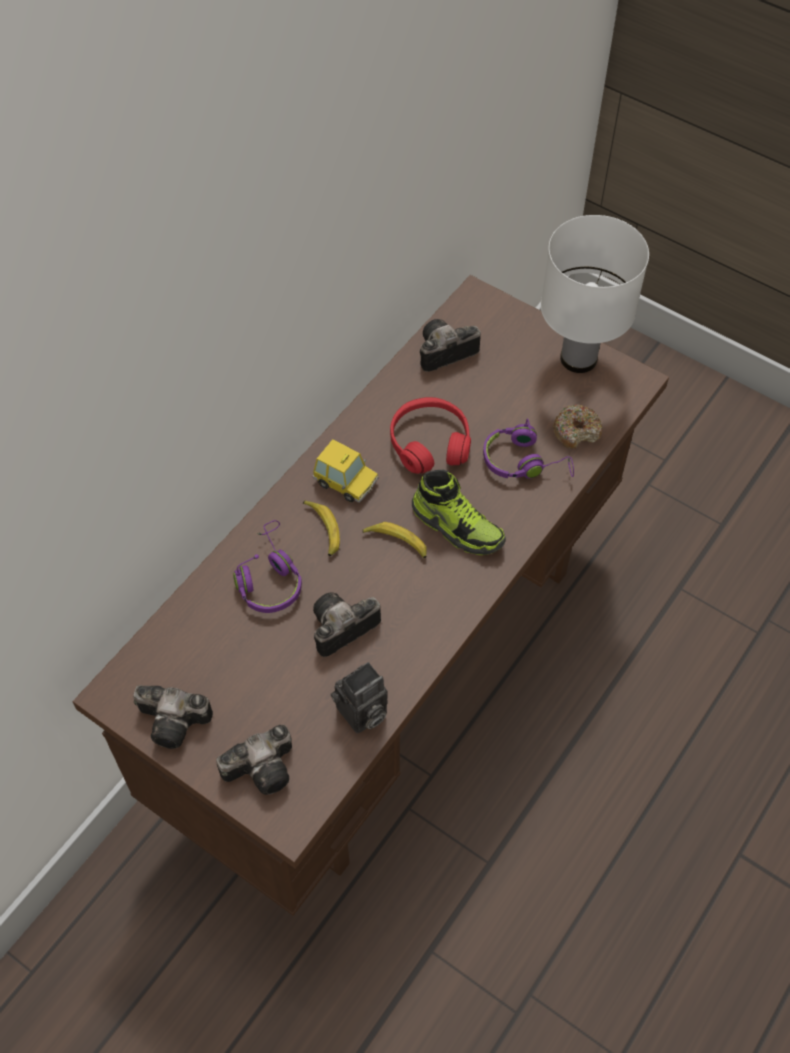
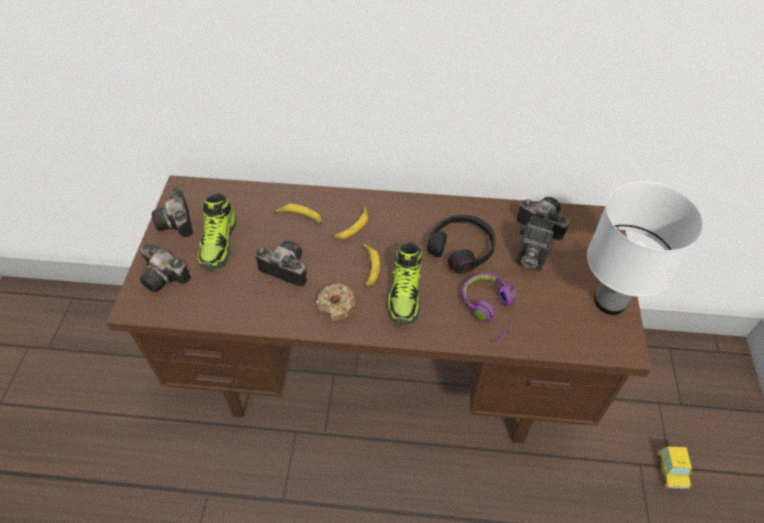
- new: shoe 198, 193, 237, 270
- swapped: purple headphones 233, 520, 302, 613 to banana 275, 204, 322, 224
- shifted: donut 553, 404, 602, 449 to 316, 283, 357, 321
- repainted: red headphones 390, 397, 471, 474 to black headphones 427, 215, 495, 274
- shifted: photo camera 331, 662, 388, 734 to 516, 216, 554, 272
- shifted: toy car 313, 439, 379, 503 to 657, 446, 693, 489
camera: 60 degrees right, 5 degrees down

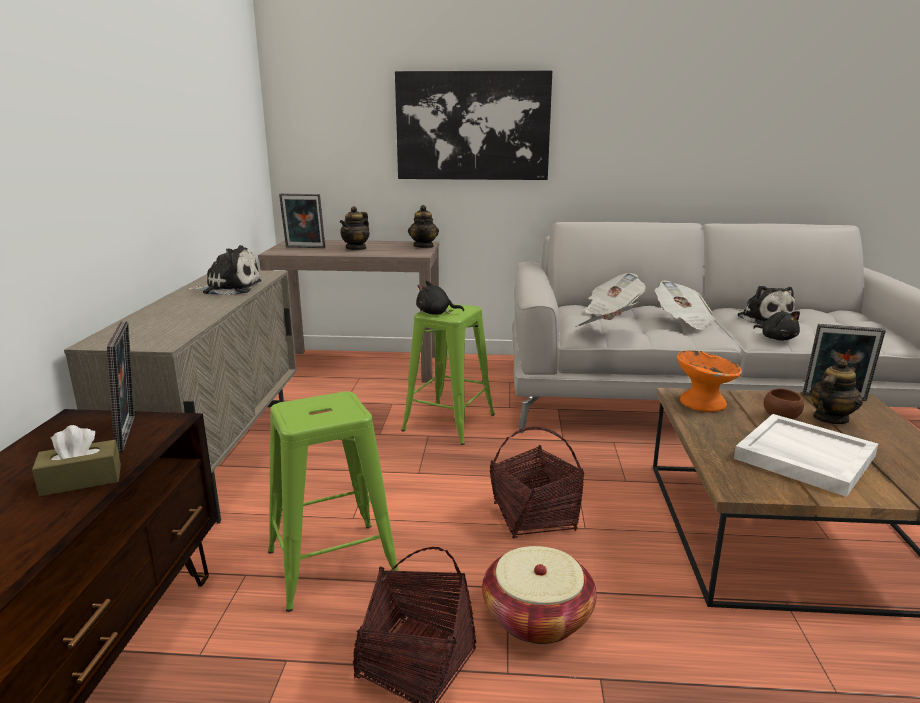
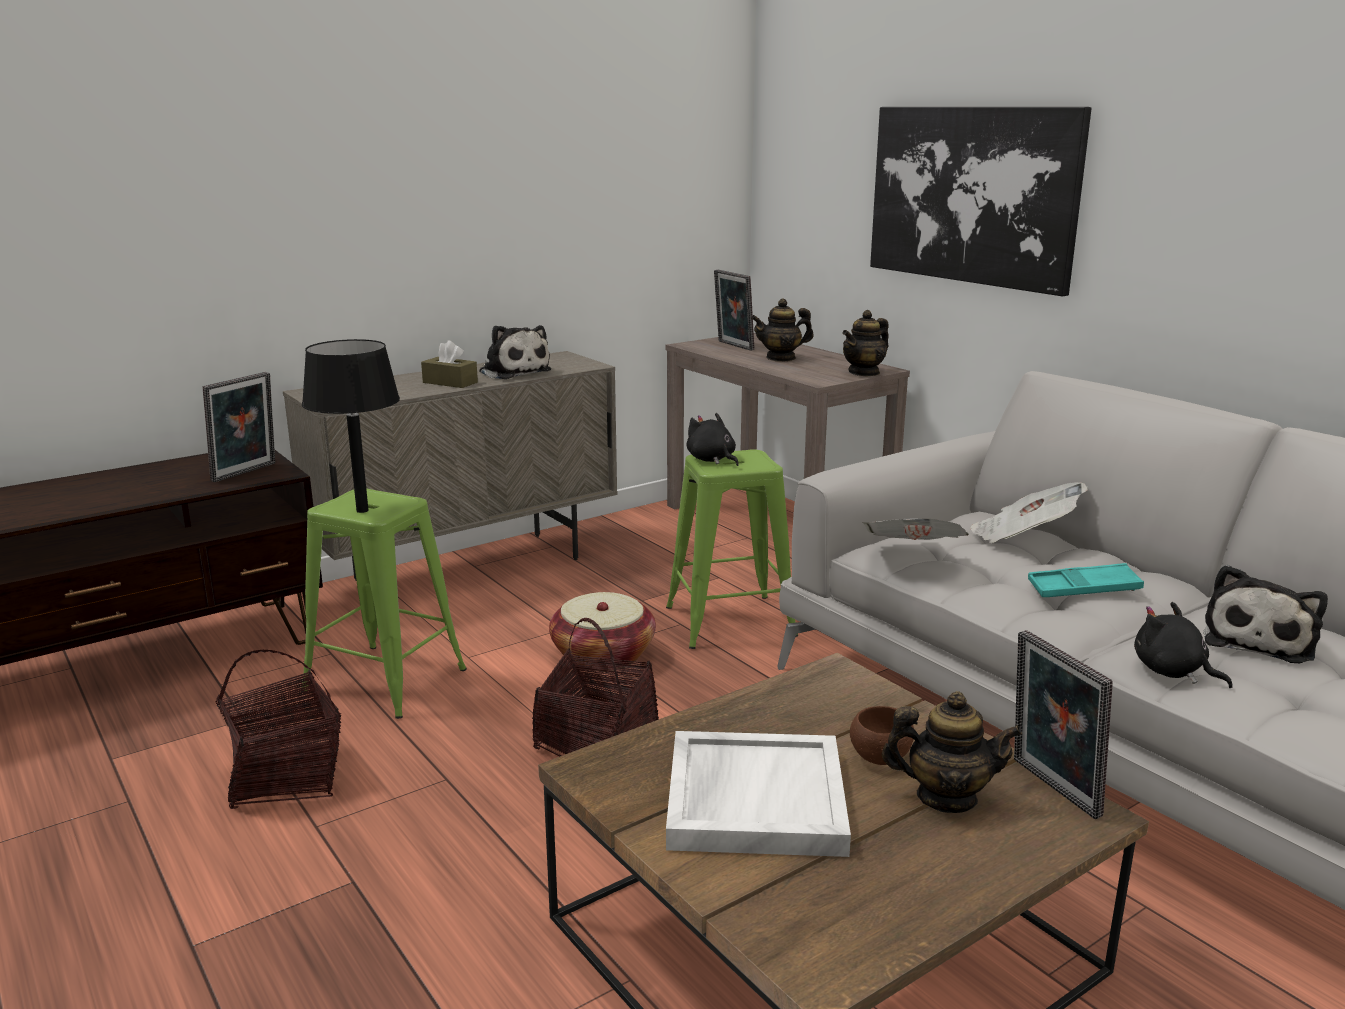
- new: black table lamp 302, 339, 400, 513
- shifted: brown tissue box 32, 425, 121, 496 to 421, 340, 478, 388
- shifted: basket 482, 546, 597, 645 to 549, 592, 656, 670
- swapped: newspaper 655, 280, 716, 330 to turquoise tray 1028, 563, 1144, 597
- rotated: black plush toy 753, 311, 800, 340 = 1134, 602, 1233, 688 120 degrees clockwise
- gone: orange bowl 677, 350, 742, 412
camera: 50 degrees right, 0 degrees up

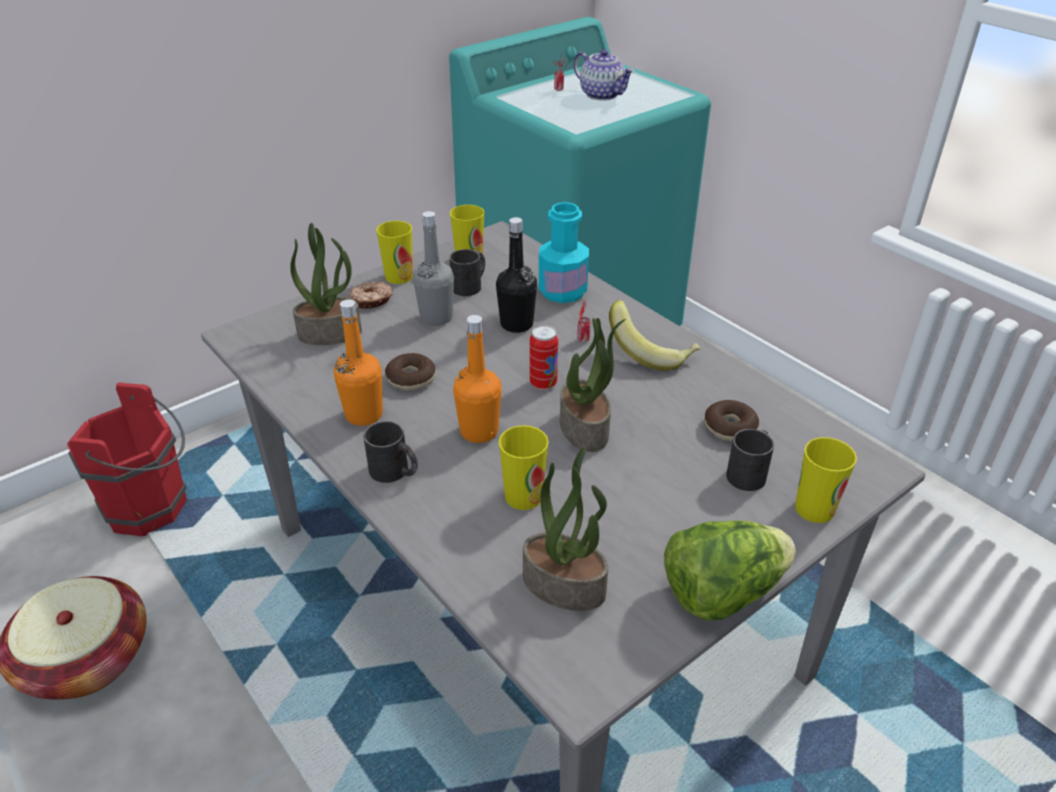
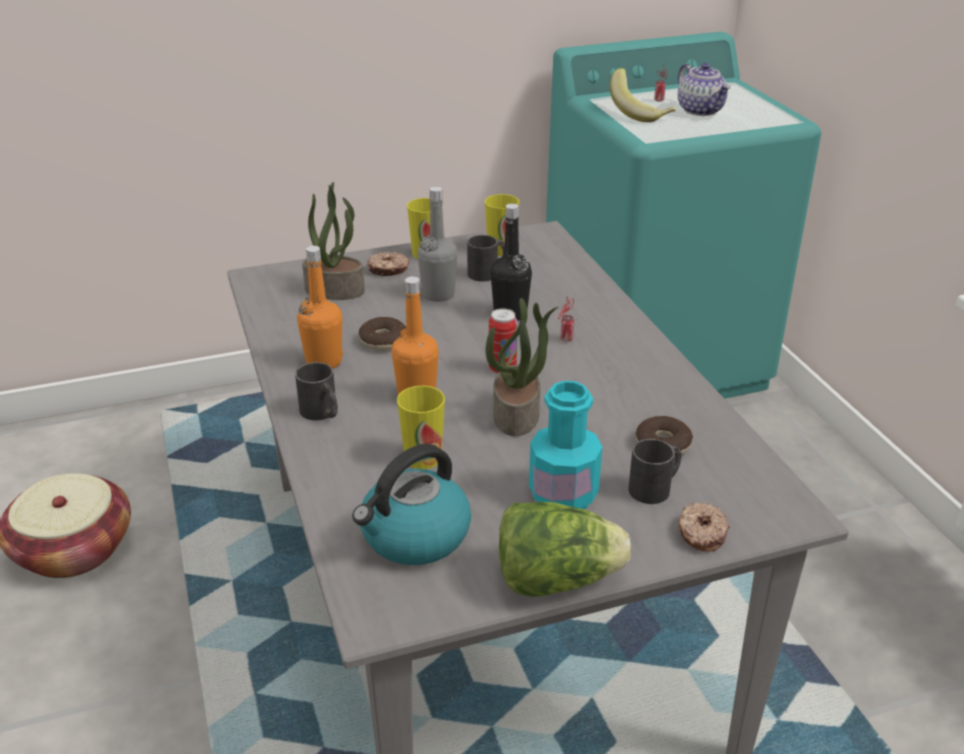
- swapped: potted plant 523, 447, 608, 611 to kettle 352, 444, 471, 565
- shifted: turquoise bottle 539, 202, 589, 303 to 529, 381, 602, 509
- shifted: banana 609, 300, 700, 371 to 610, 68, 676, 122
- swapped: cup 795, 437, 857, 523 to donut 678, 502, 730, 552
- gone: red bucket 67, 383, 187, 536
camera: 20 degrees right, 5 degrees down

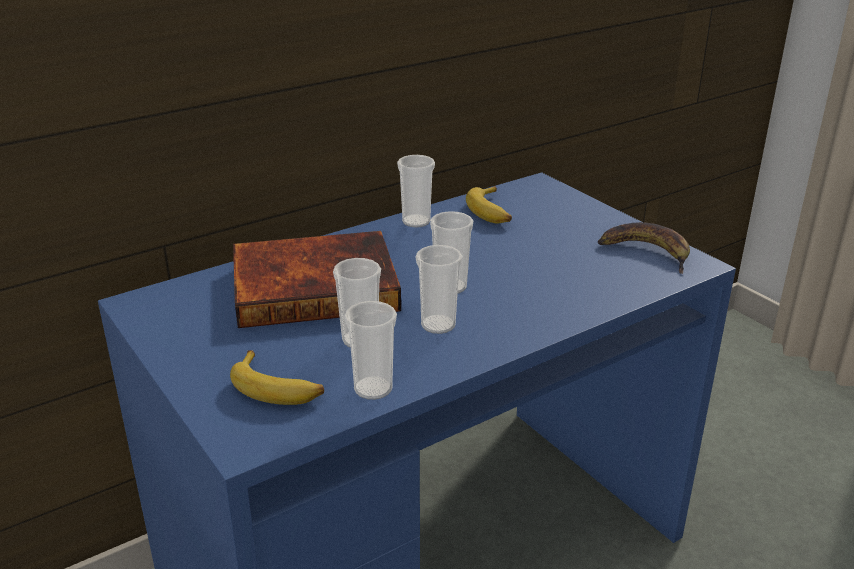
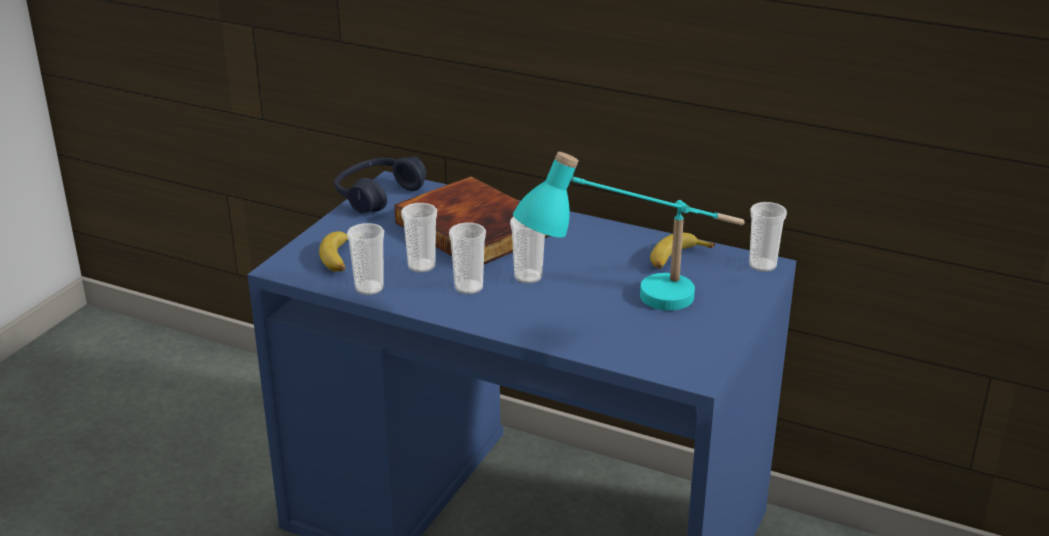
- new: blue headphones 335, 156, 426, 213
- new: turquoise table lamp 513, 152, 745, 311
- shifted: cup 397, 155, 435, 227 to 749, 202, 787, 272
- gone: banana 598, 222, 690, 274
camera: 60 degrees right, 0 degrees up

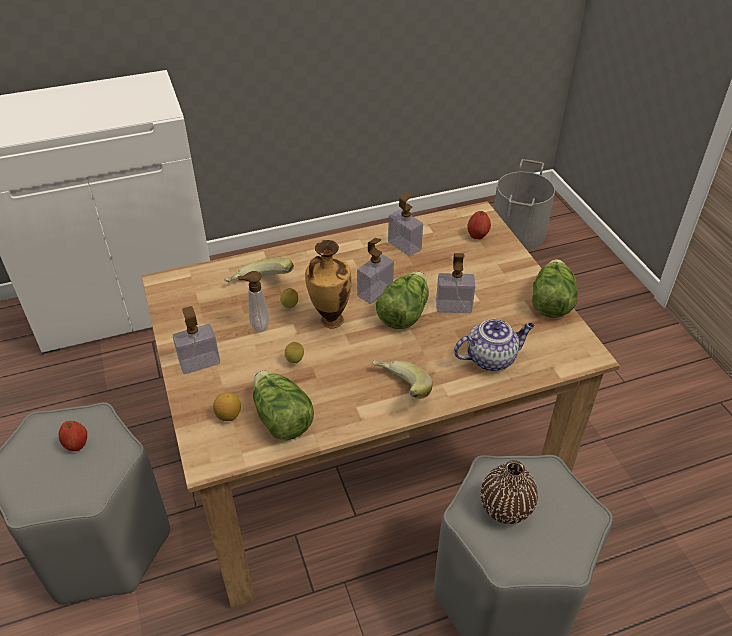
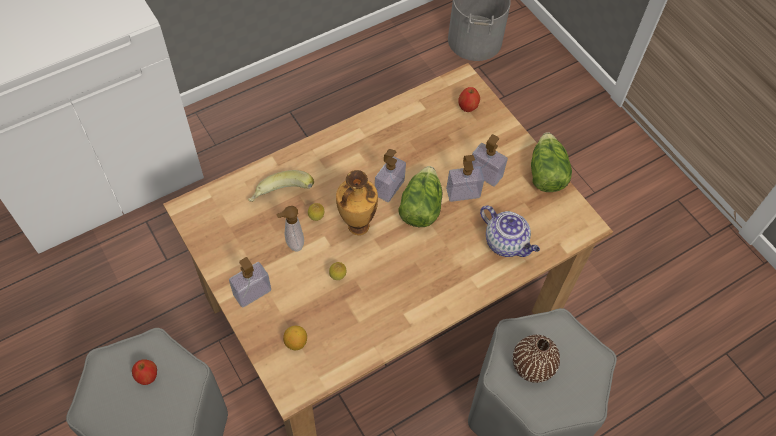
- shifted: soap dispenser 388, 192, 423, 256 to 472, 134, 508, 187
- rotated: teapot 454, 319, 534, 371 = 480, 206, 540, 257 75 degrees clockwise
- gone: lettuce 253, 370, 314, 440
- gone: banana 373, 359, 433, 399
camera: 15 degrees left, 15 degrees up

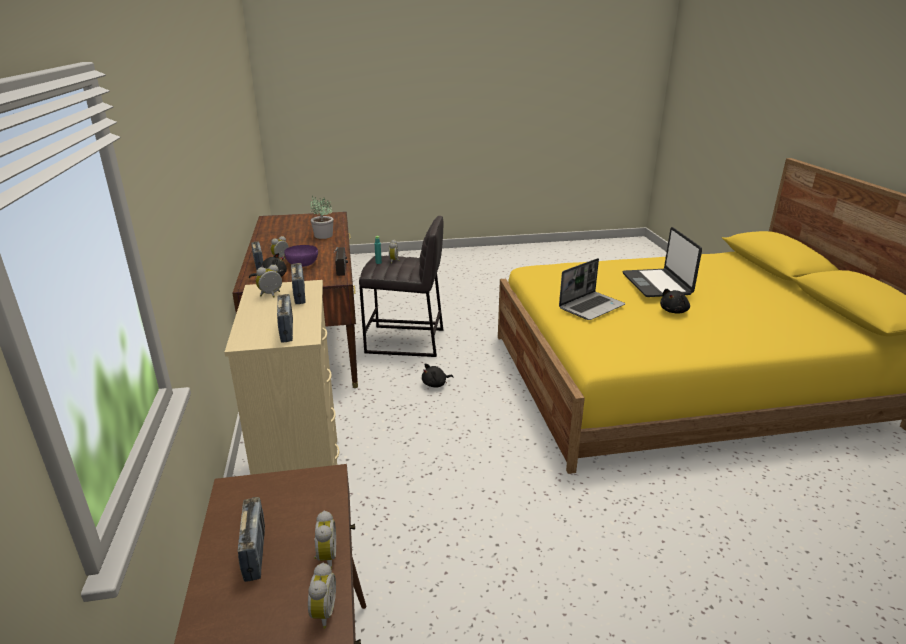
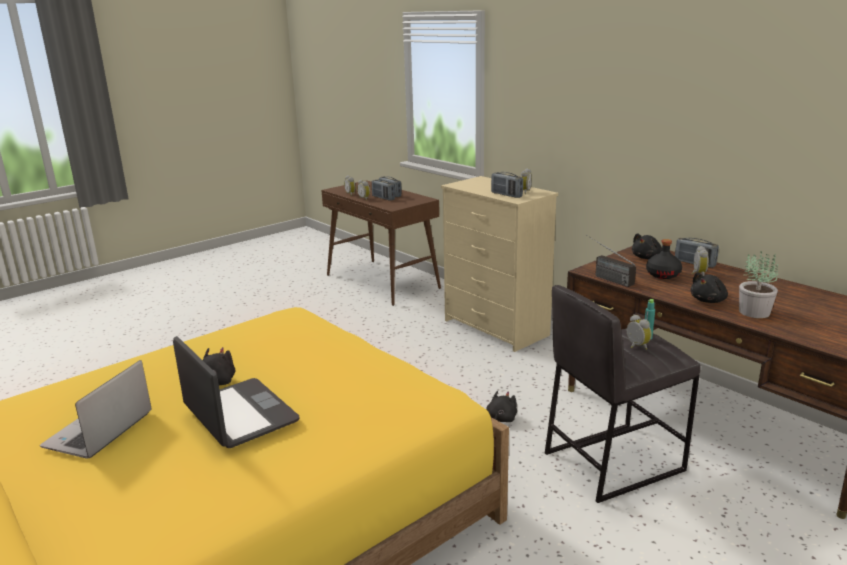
- shifted: laptop 559, 258, 625, 320 to 40, 360, 152, 458
- shifted: radio 277, 294, 293, 342 to 372, 179, 395, 201
- swapped: purple bowl 284, 245, 318, 267 to black bottle 646, 239, 682, 279
- new: black plush toy 691, 272, 728, 303
camera: 150 degrees right, 5 degrees down

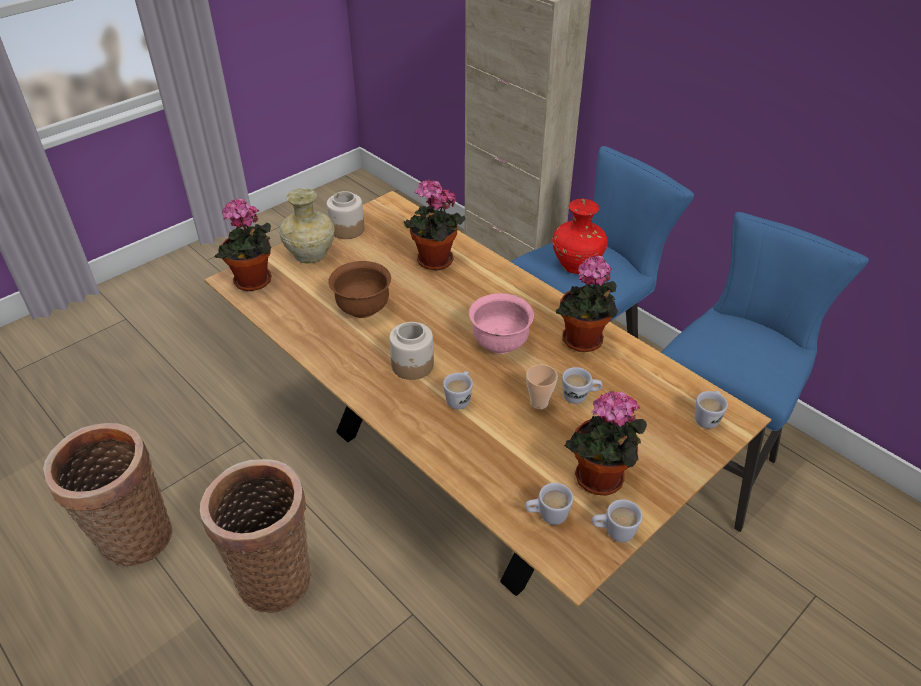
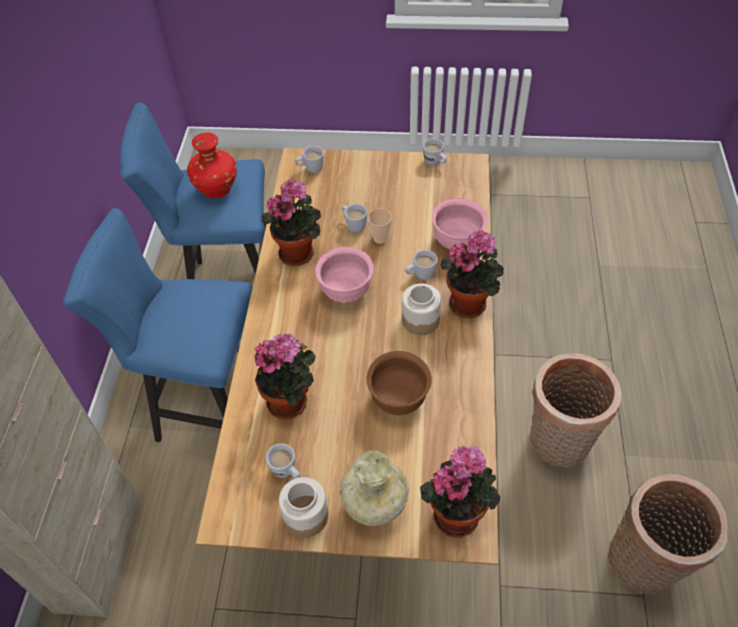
- shifted: red vase 552, 199, 608, 274 to 187, 133, 237, 198
- shifted: white mug 525, 483, 573, 525 to 266, 443, 301, 478
- new: pink bowl 432, 198, 488, 249
- shifted: potted plant 564, 391, 647, 496 to 440, 229, 504, 318
camera: 130 degrees left, 10 degrees up

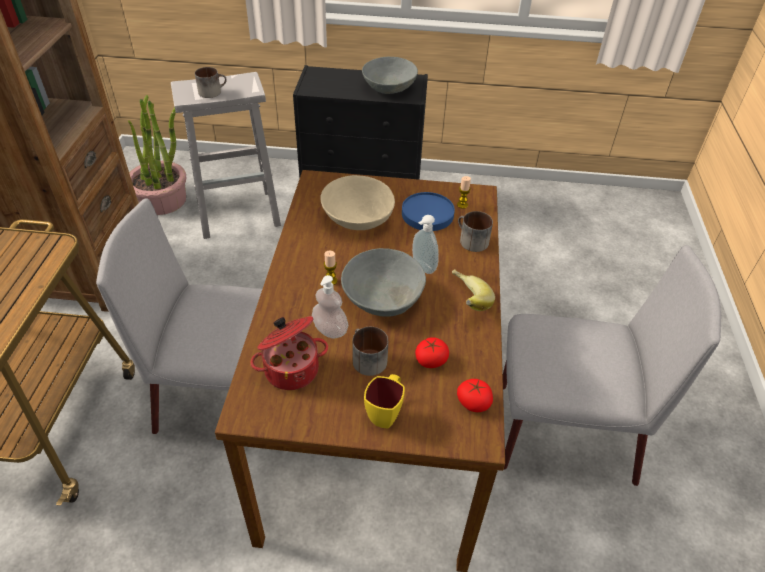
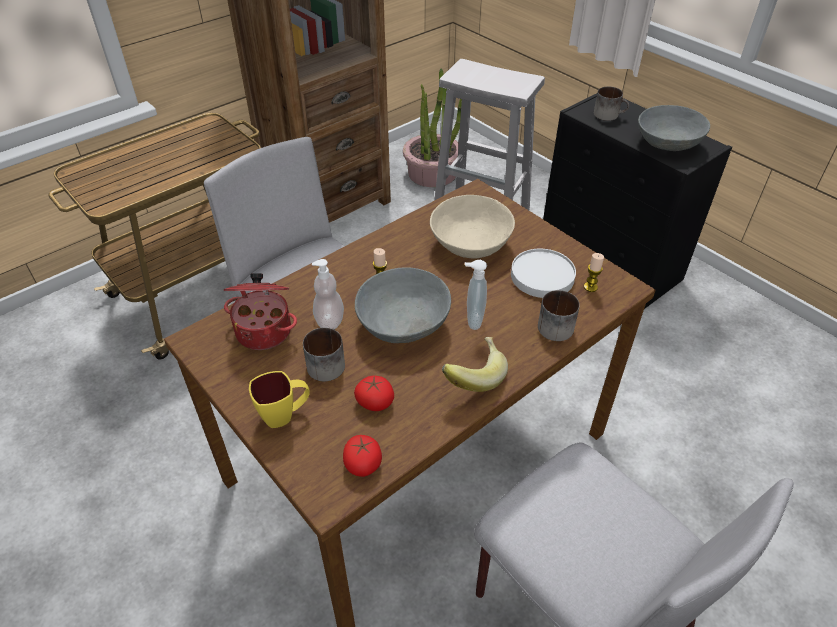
- repainted: blue plate 402, 192, 455, 231 to white plate 511, 249, 576, 298
- shifted: mug 195, 67, 227, 98 to 594, 86, 629, 121
camera: 45 degrees right, 0 degrees up

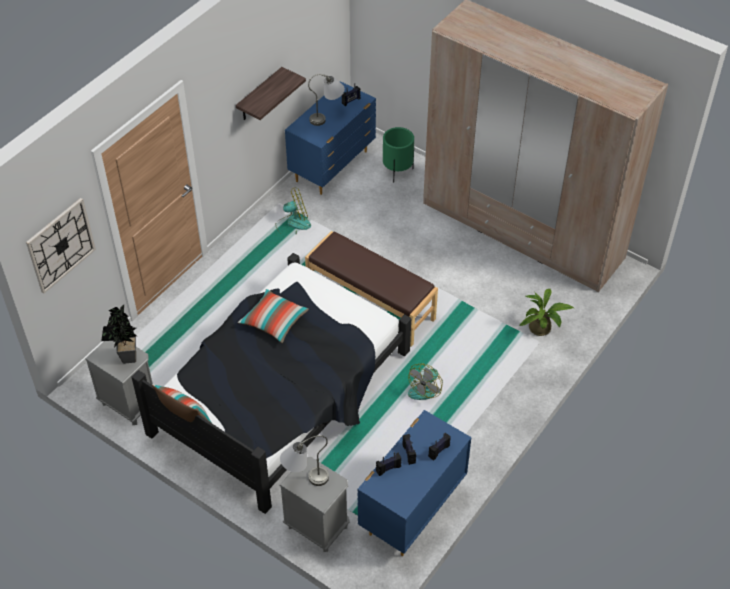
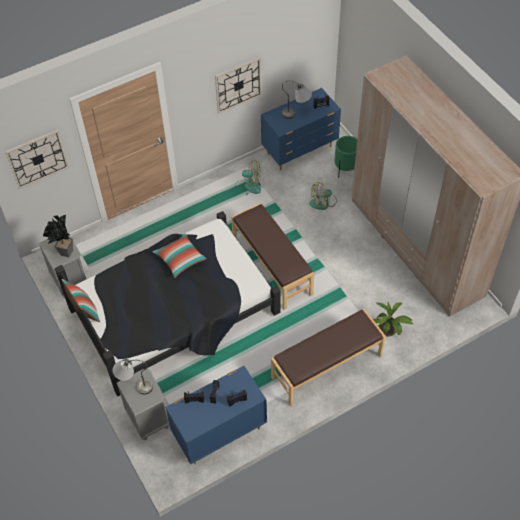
- swapped: shelf 236, 67, 306, 120 to wall clock 215, 57, 262, 114
- new: brown bench 271, 309, 386, 406
- shifted: fan 408, 363, 443, 400 to 309, 183, 337, 210
camera: 25 degrees right, 5 degrees up

